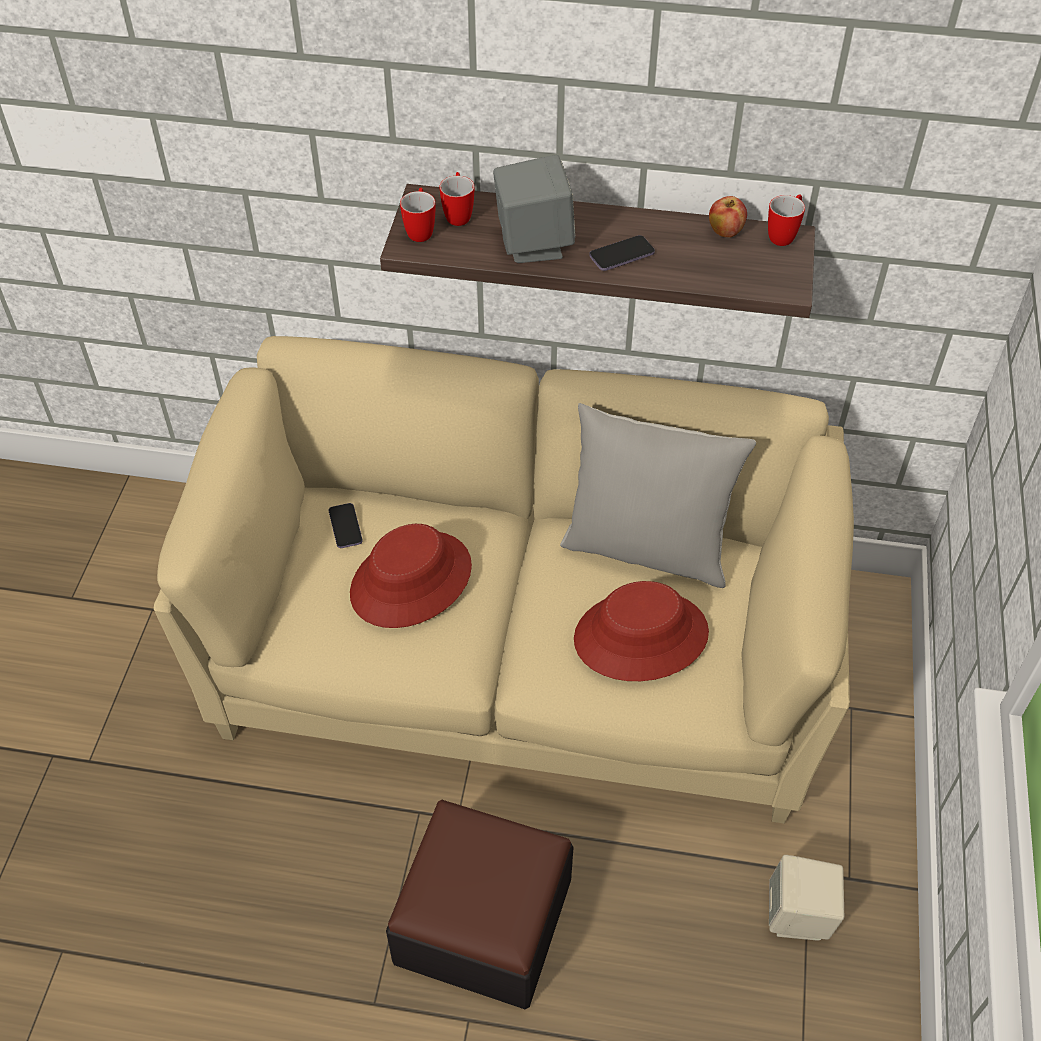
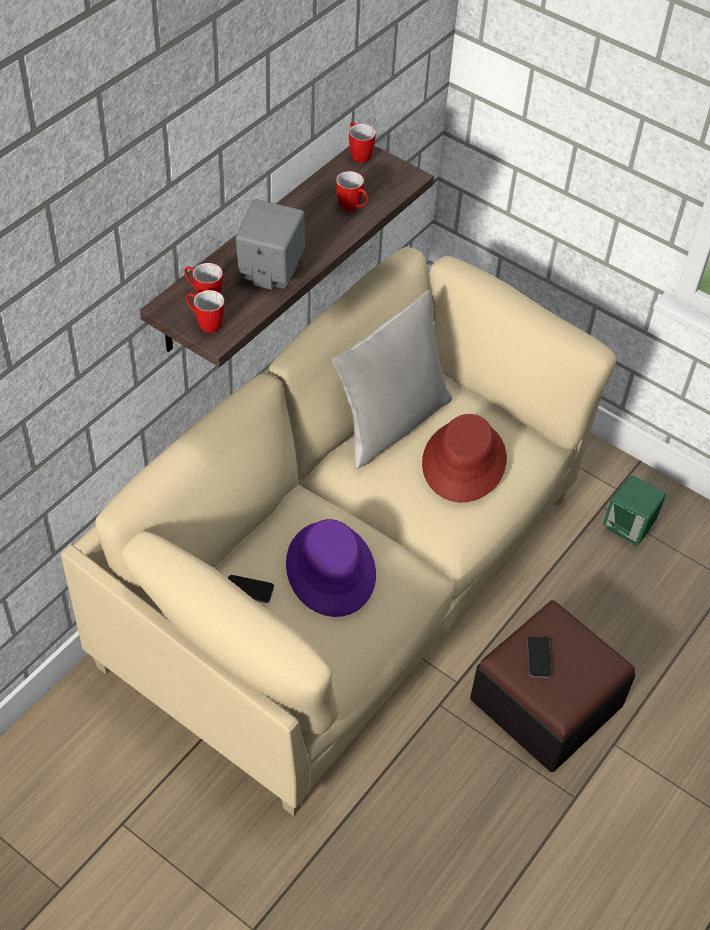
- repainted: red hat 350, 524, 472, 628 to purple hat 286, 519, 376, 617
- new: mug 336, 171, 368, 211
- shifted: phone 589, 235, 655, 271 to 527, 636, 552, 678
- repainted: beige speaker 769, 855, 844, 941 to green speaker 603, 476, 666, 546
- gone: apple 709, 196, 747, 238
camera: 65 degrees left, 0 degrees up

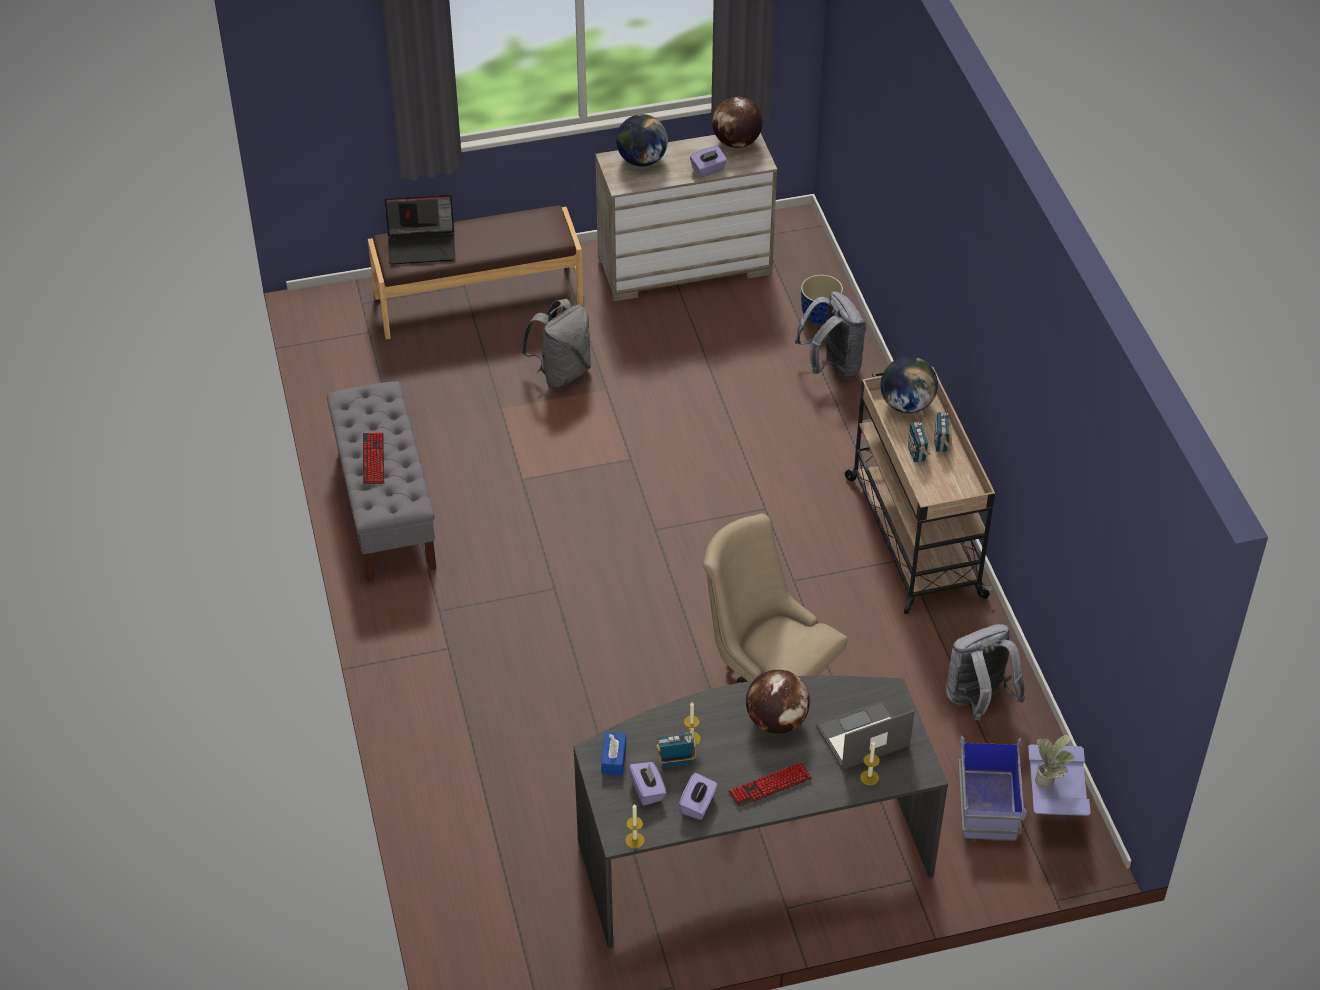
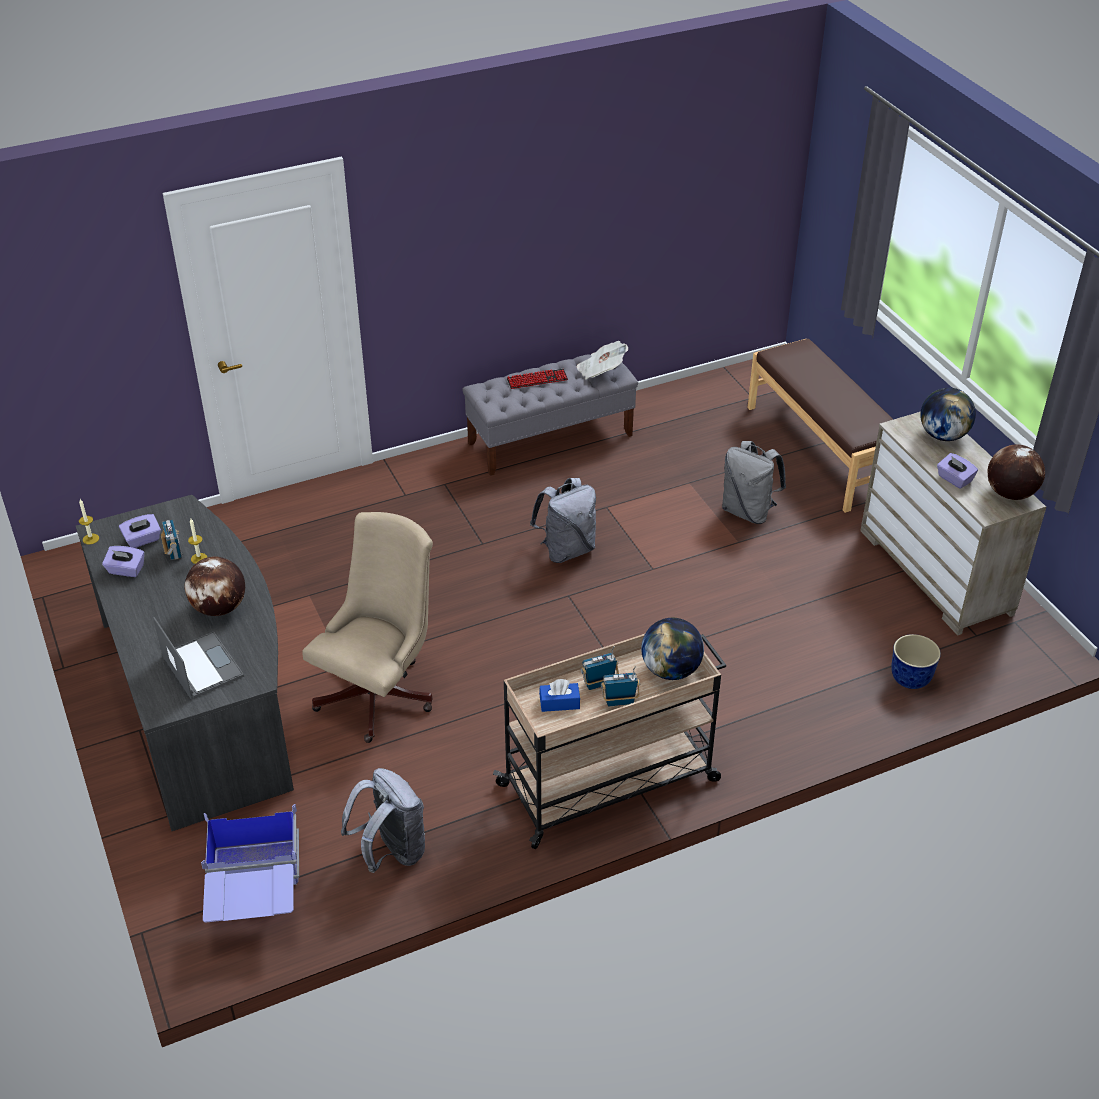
- shifted: grey backpack 795, 291, 867, 379 to 530, 478, 596, 563
- shifted: blue tissue box 601, 732, 626, 775 to 539, 679, 580, 712
- new: newspaper 577, 341, 628, 379
- gone: laptop 385, 195, 455, 265
- gone: keyboard 728, 762, 812, 808
- gone: candle 860, 741, 880, 785
- gone: potted plant 1035, 735, 1075, 789
camera: 80 degrees right, 5 degrees down

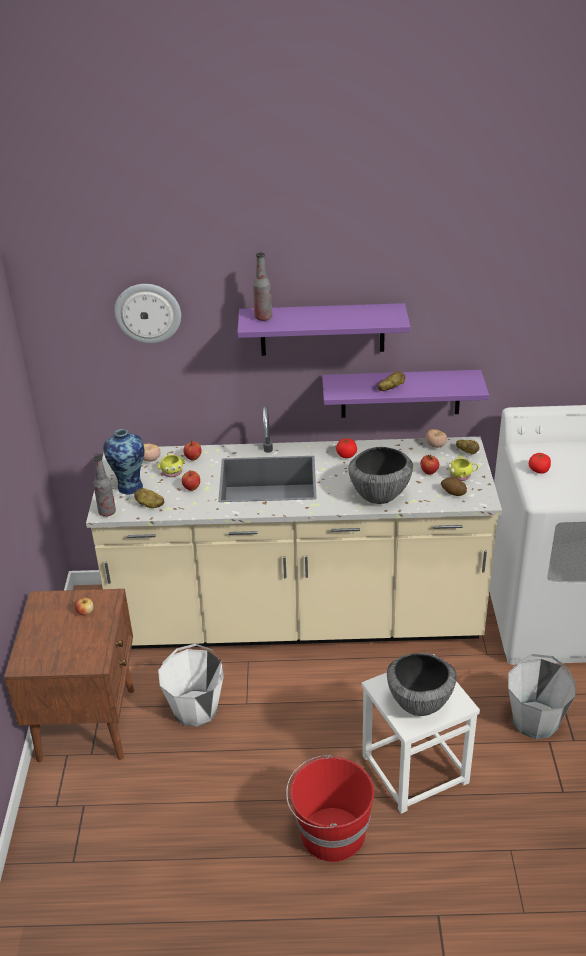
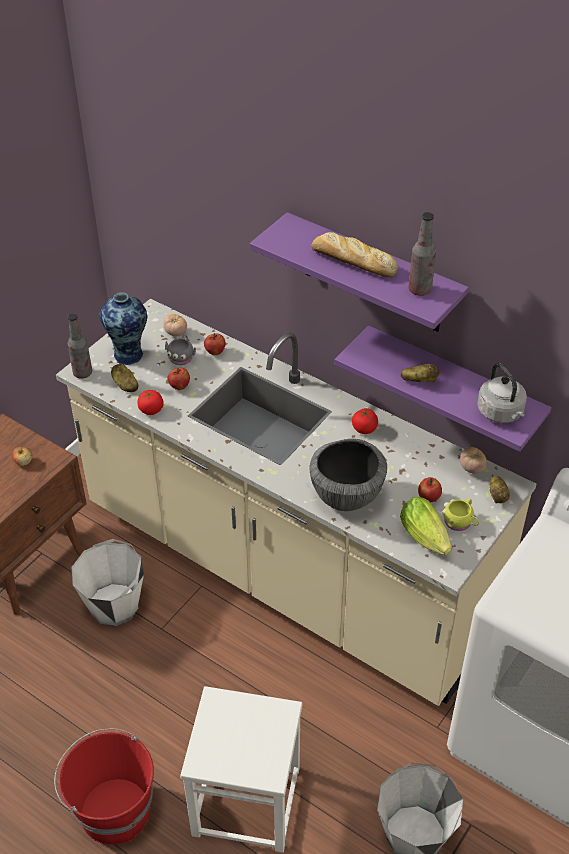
- shifted: tomato 529, 453, 551, 474 to 137, 390, 164, 415
- repainted: yellow mug 157, 453, 185, 477 to grey mug 165, 335, 196, 365
- new: bread 311, 232, 398, 277
- swapped: potato 441, 477, 467, 496 to lettuce 400, 497, 452, 555
- shifted: bottle 253, 253, 272, 321 to 408, 212, 436, 296
- new: grey kettle 477, 363, 527, 423
- gone: wall clock 114, 284, 181, 344
- gone: bowl 387, 653, 457, 716
camera: 35 degrees right, 10 degrees up

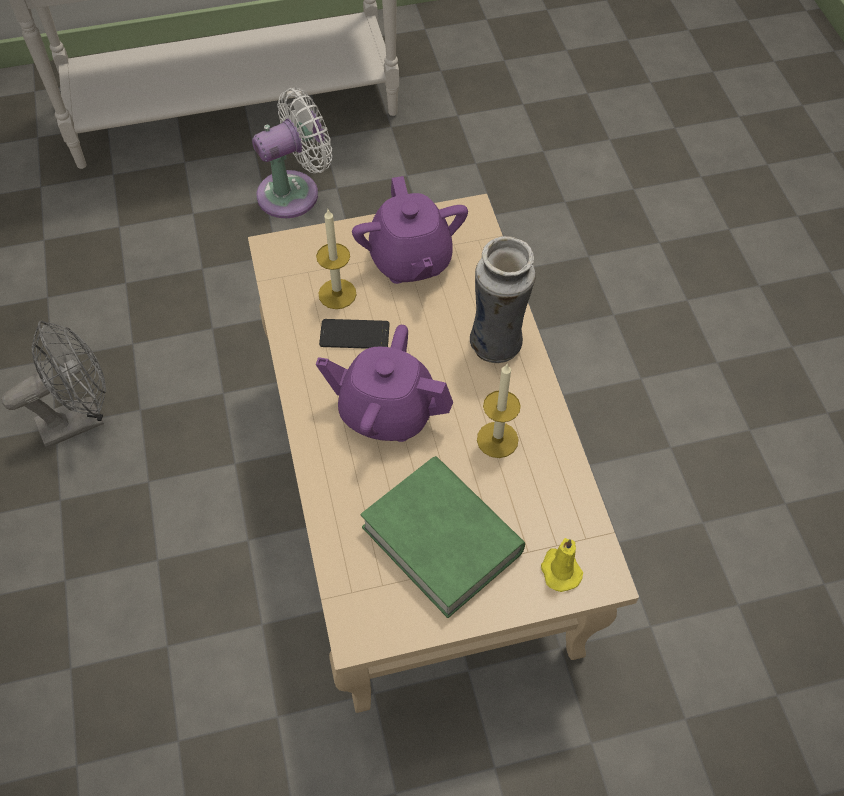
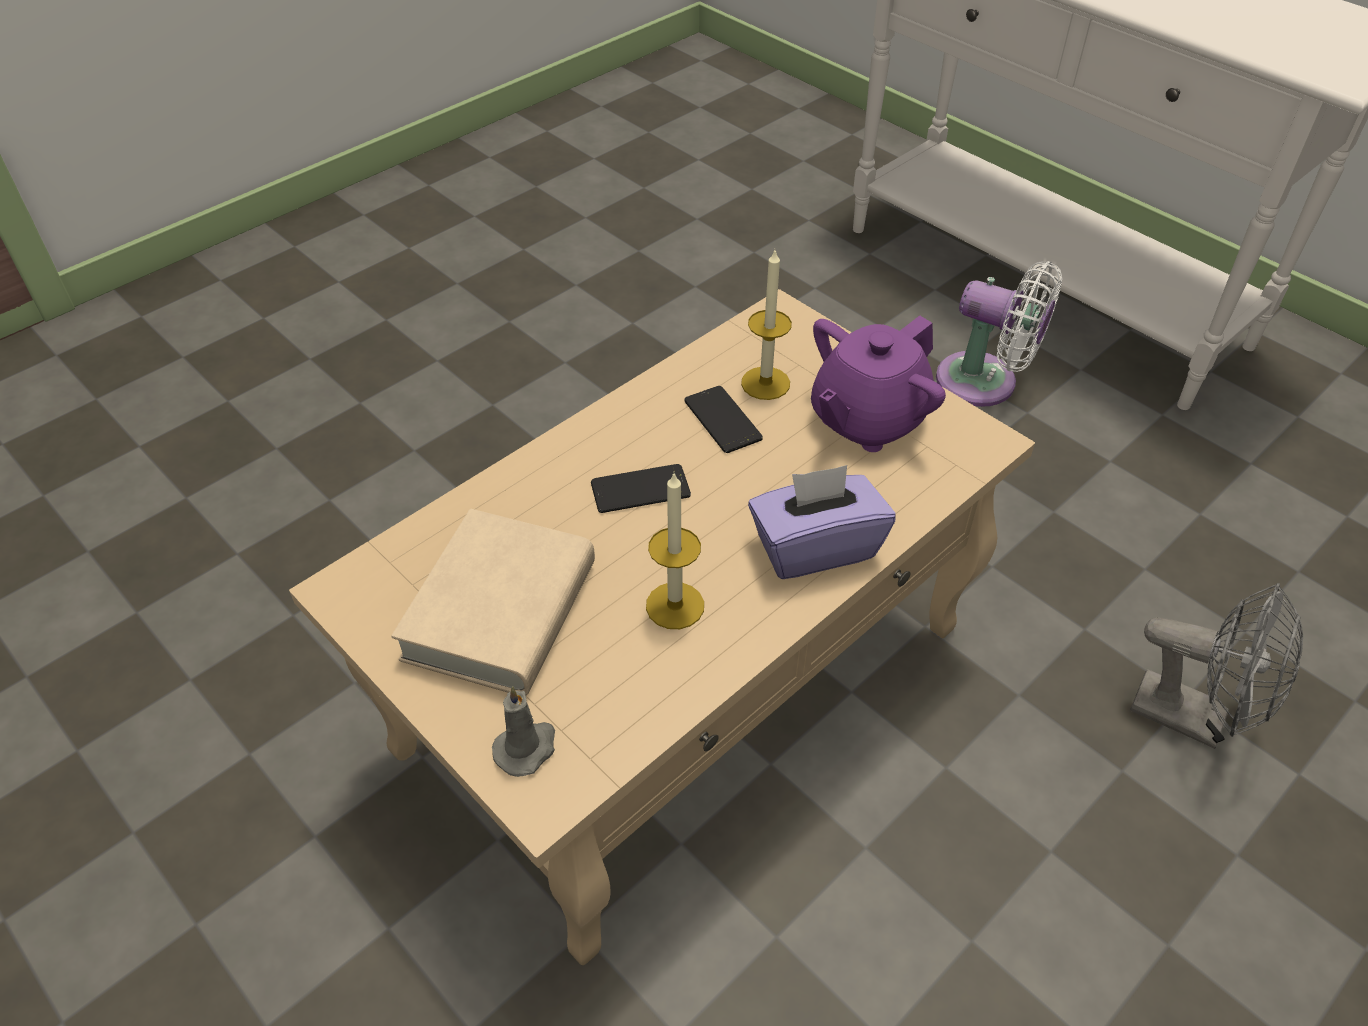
- repainted: green book 360, 456, 525, 618 to beige book 391, 509, 595, 695
- repainted: yellow candle 541, 538, 583, 592 to grey candle 492, 686, 555, 777
- swapped: purple teapot 316, 325, 453, 442 to phone 591, 464, 691, 513
- swapped: vase 470, 236, 536, 363 to purple tissue box 748, 465, 896, 579
- shifted: grey fan 1, 321, 106, 448 to 1130, 583, 1303, 749
camera: 60 degrees right, 10 degrees down

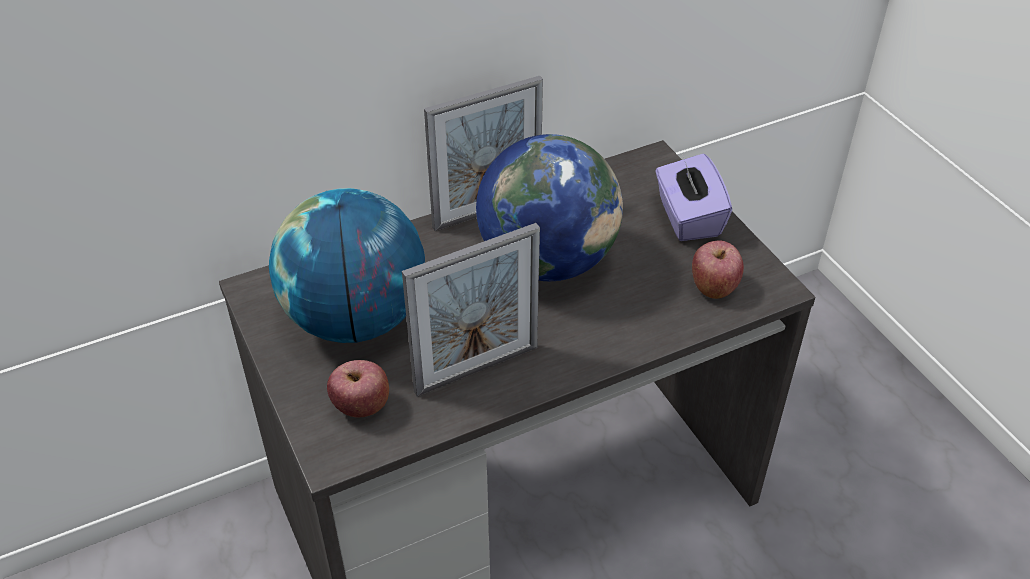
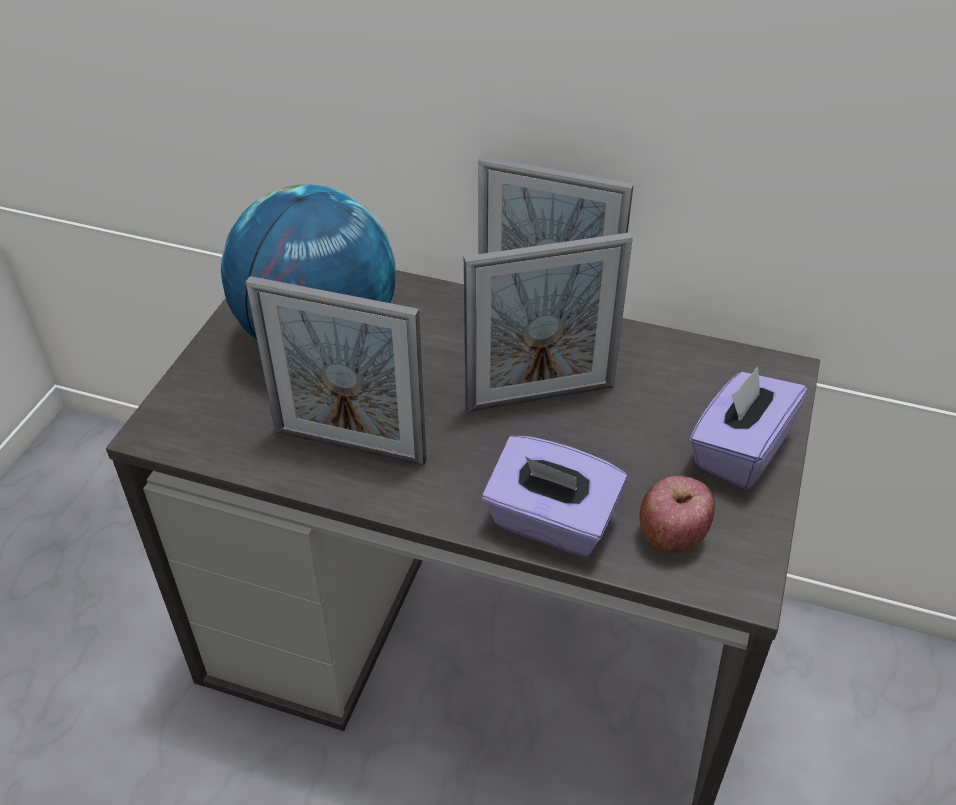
- swapped: globe 476, 134, 623, 281 to picture frame 464, 232, 633, 412
- new: purple tissue box 482, 436, 627, 557
- gone: apple 327, 360, 389, 418
camera: 45 degrees right, 0 degrees up

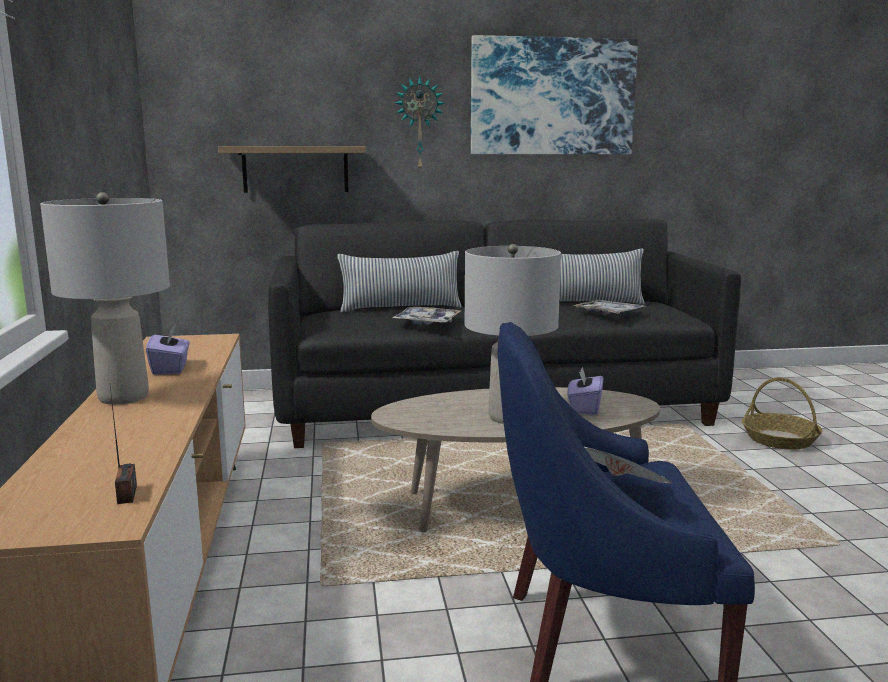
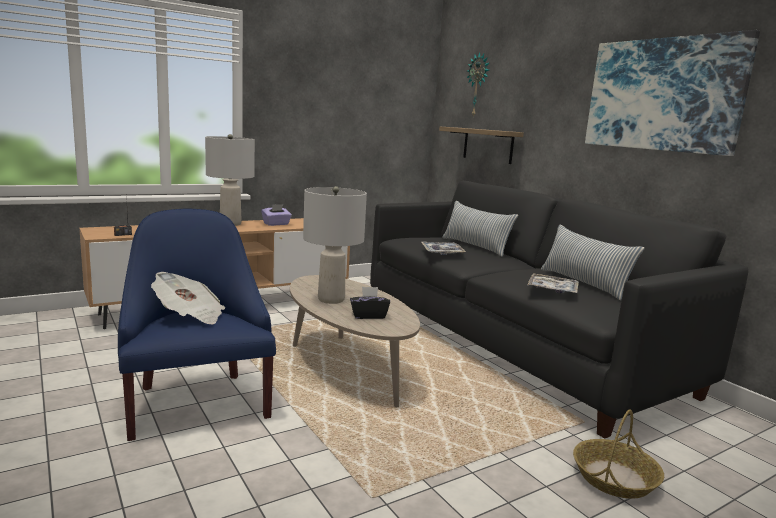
- repainted: purple tissue box 567, 366, 603, 415 to black tissue box 350, 287, 390, 319
- shifted: wall clock 395, 76, 445, 171 to 467, 52, 489, 117
camera: 65 degrees right, 0 degrees up

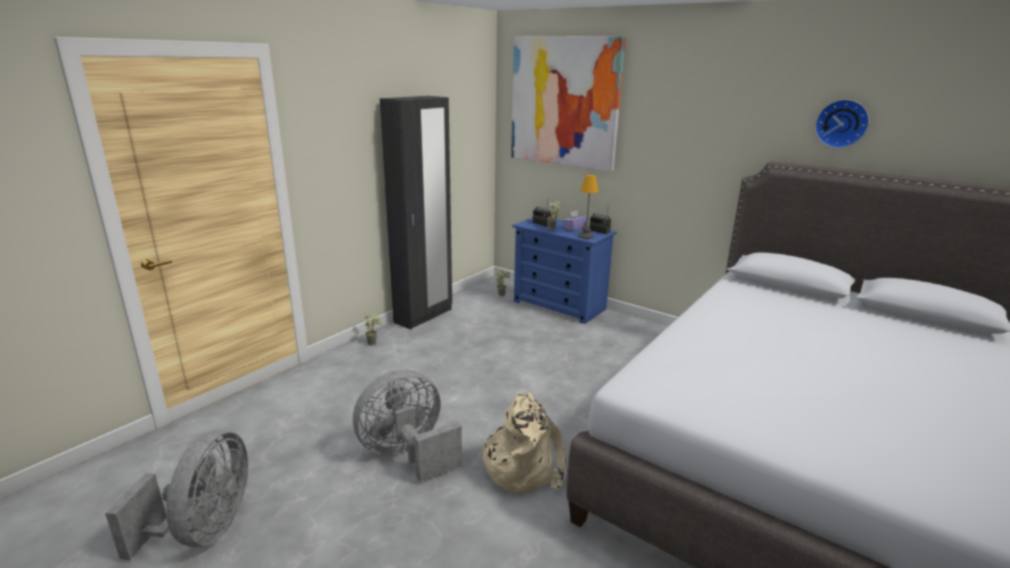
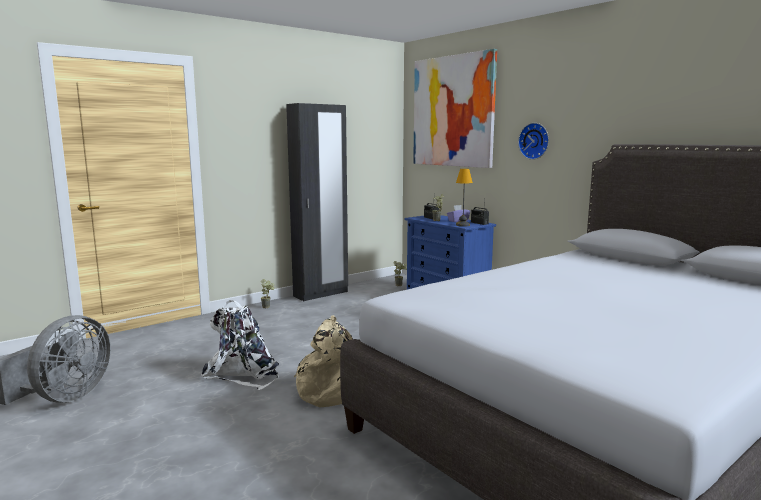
- swapped: grey fan 353, 369, 462, 482 to white backpack 201, 300, 279, 390
- shifted: wall clock 815, 99, 869, 148 to 518, 123, 549, 160
camera: 15 degrees right, 10 degrees down

